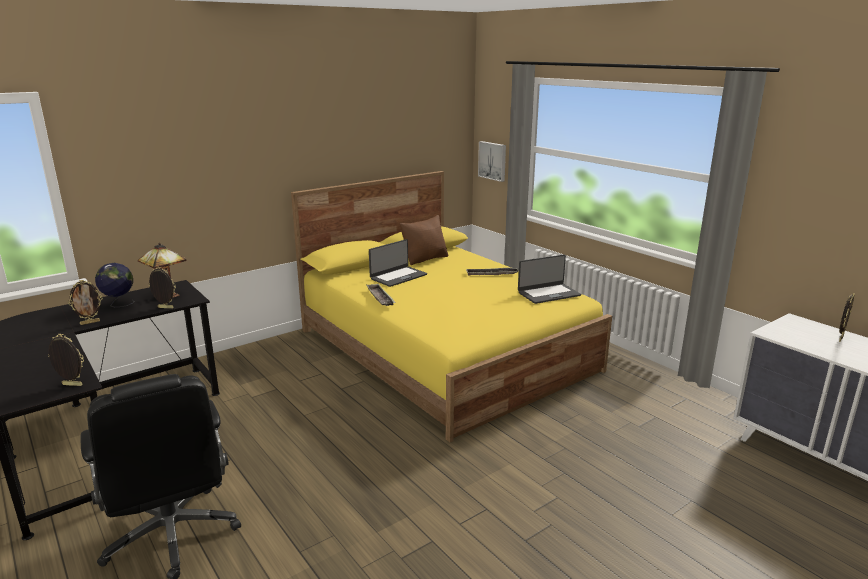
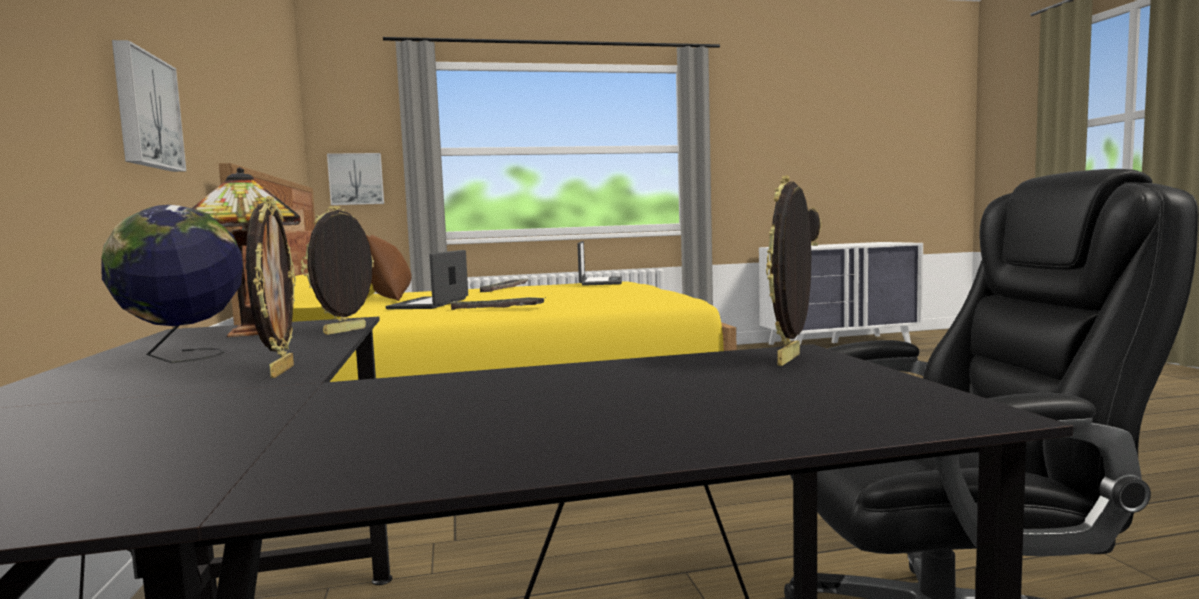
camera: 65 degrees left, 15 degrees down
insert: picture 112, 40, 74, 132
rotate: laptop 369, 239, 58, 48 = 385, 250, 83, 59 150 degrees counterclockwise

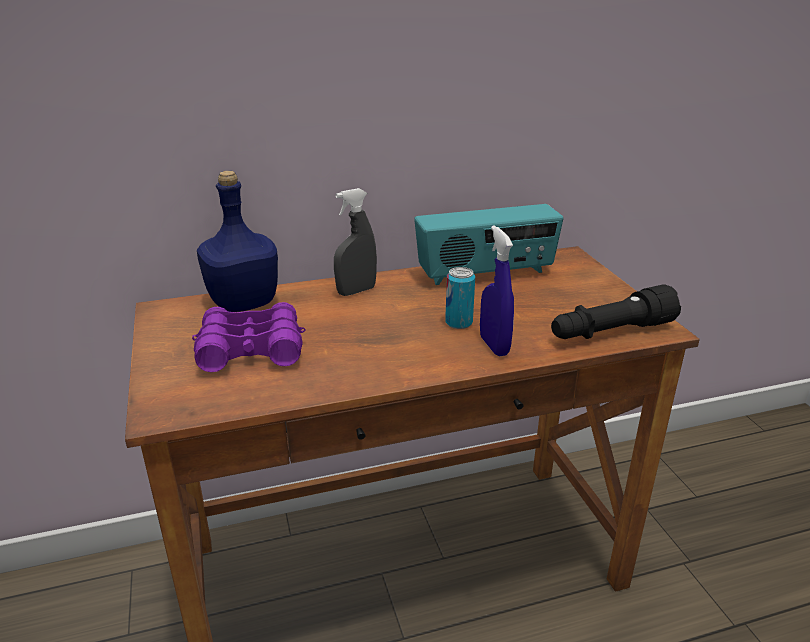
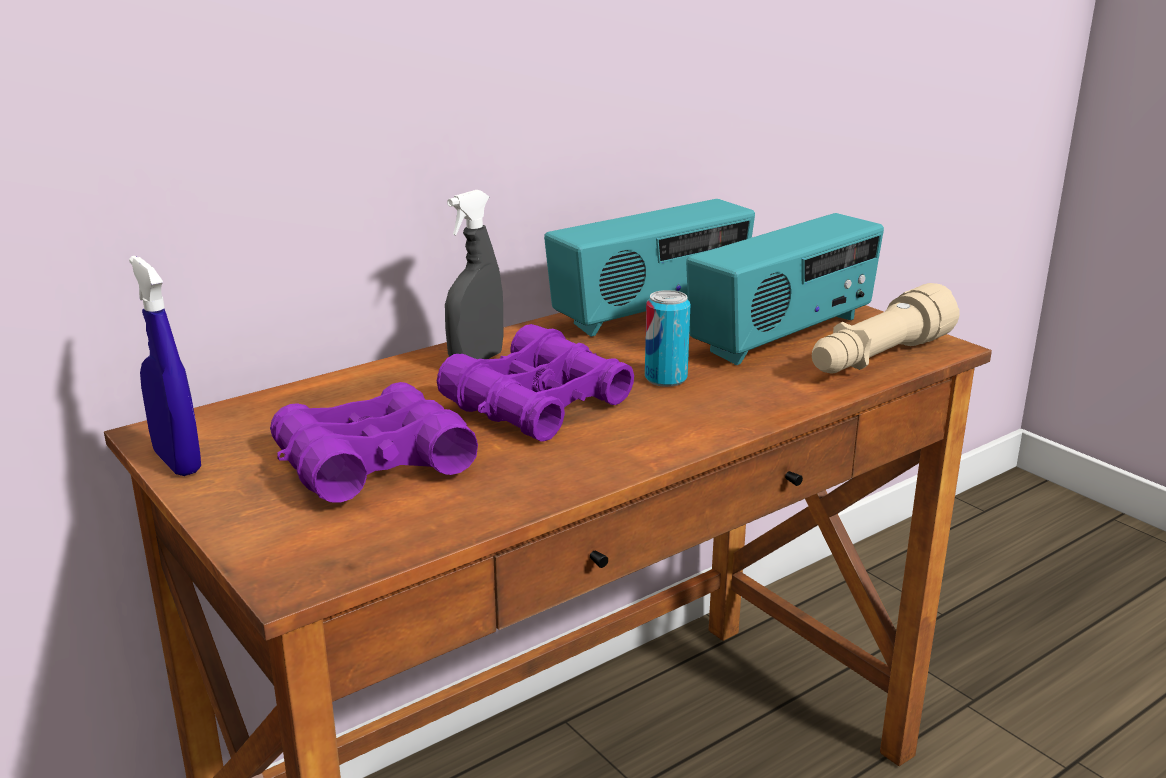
camera: 20 degrees left, 5 degrees down
delete: blue bottle 197, 171, 81, 141
insert: radio 686, 213, 198, 152; purple binoculars 437, 324, 197, 118
move: blue spray bottle 480, 225, 34, 131 to 129, 256, 72, 220
recolor: black flashlight 551, 284, 130, 55 to beige flashlight 812, 283, 148, 91

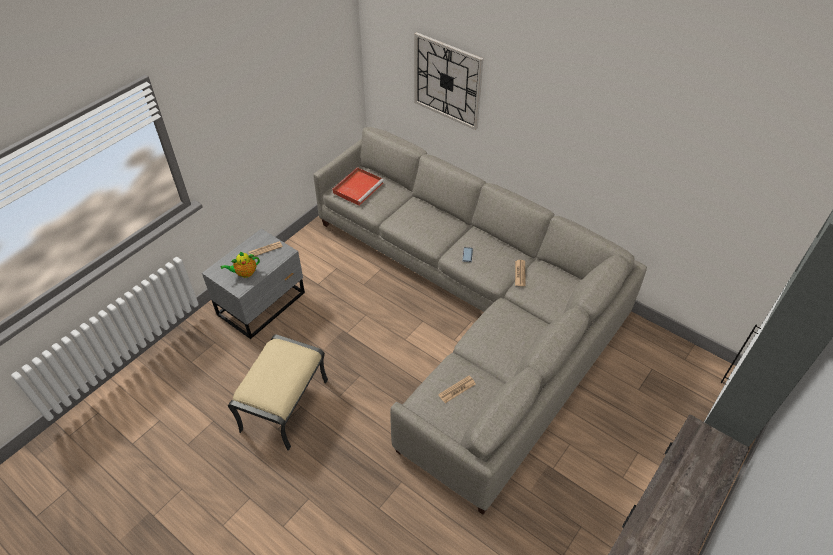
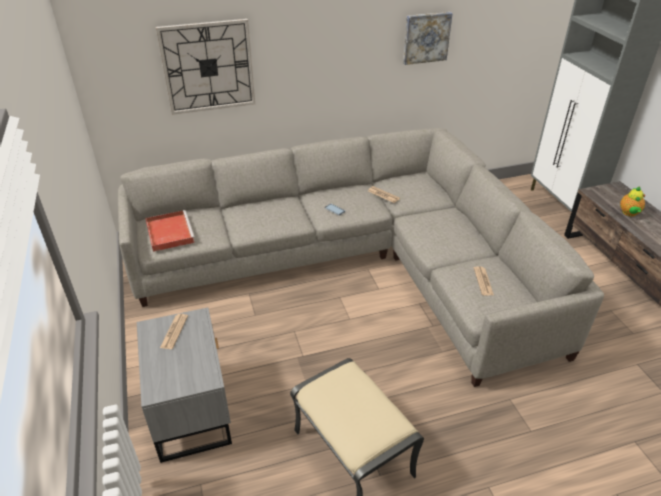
camera: 55 degrees left, 10 degrees down
insert: picture 403, 12, 50, 53
move: teapot 221, 252, 39, 26 to 620, 186, 25, 31

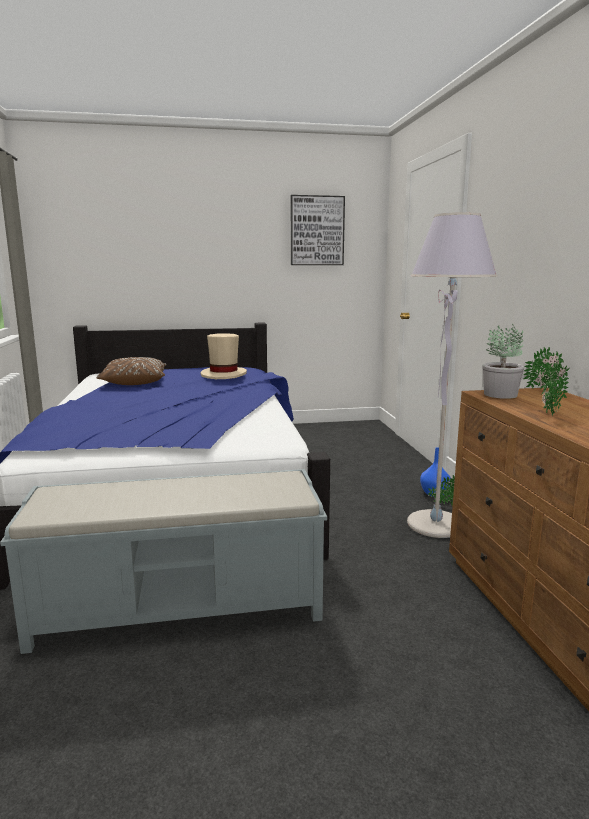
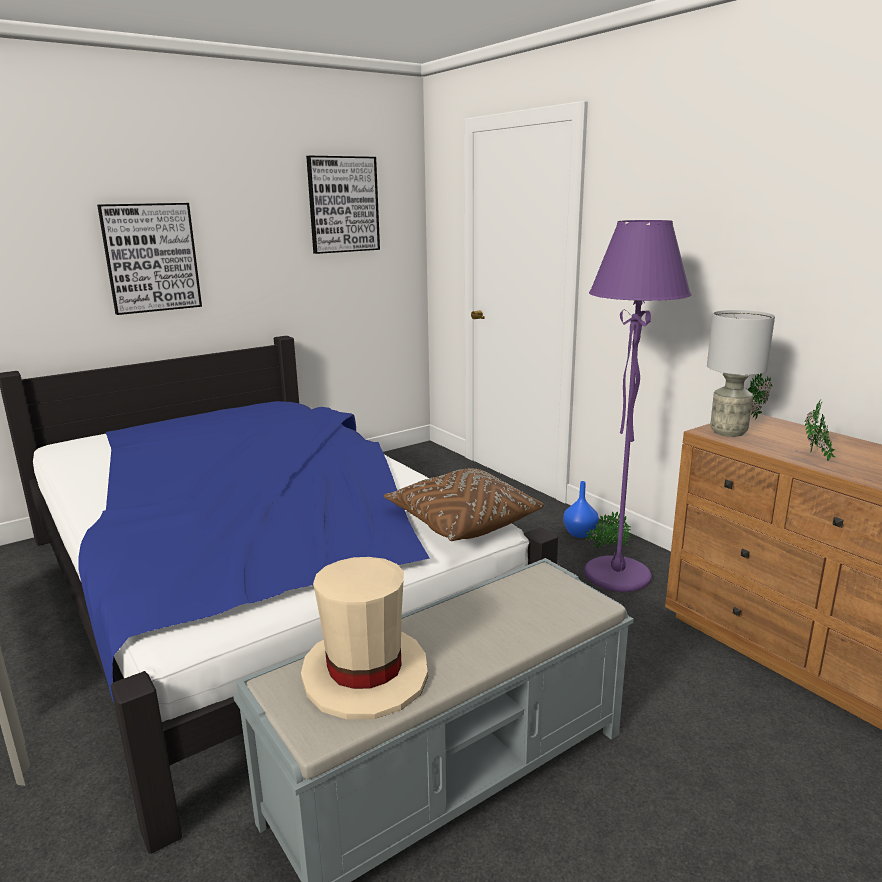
camera: 25 degrees left, 5 degrees up
insert: picture 97, 203, 105, 112
move: beige hat 201, 333, 46, 46 to 301, 557, 127, 162; brown pillow 96, 357, 71, 28 to 384, 468, 160, 73
replace: potted plant 483, 324, 41, 75 to grey table lamp 707, 310, 68, 127
recolor: grey floor lamp 407, 212, 91, 326 to purple floor lamp 584, 220, 107, 372

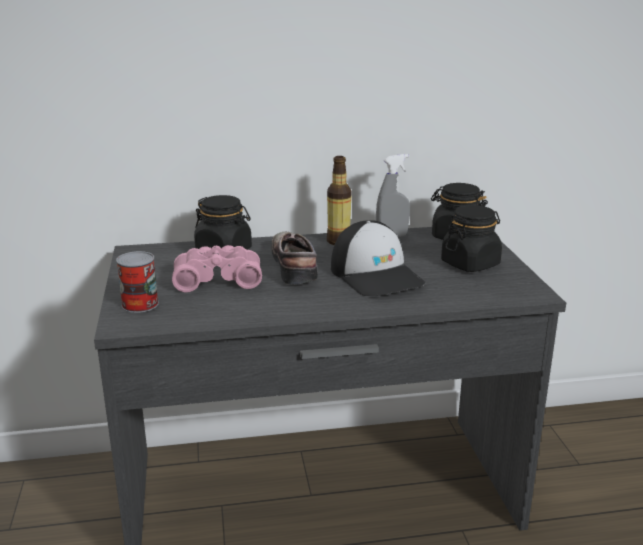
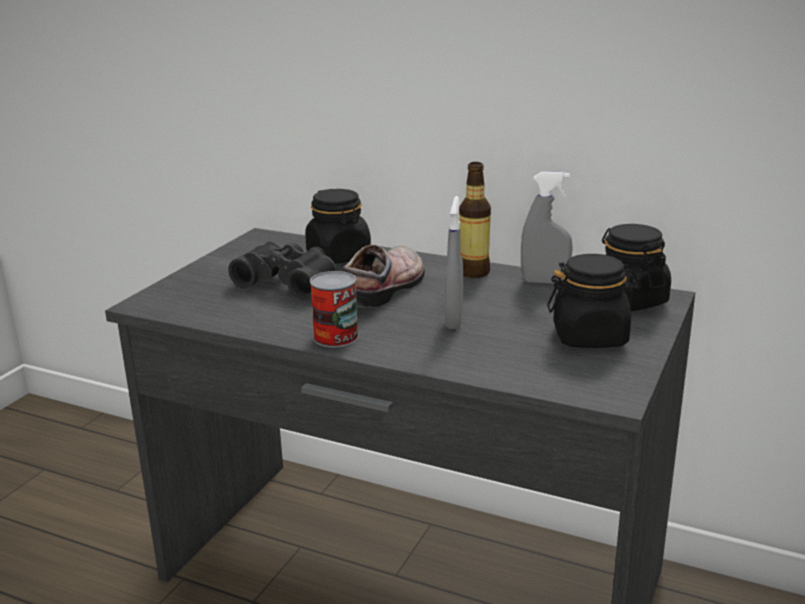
camera: 35 degrees right, 0 degrees up
move: can 116, 251, 43, 62 to 310, 271, 49, 76
replace: cap 331, 220, 95, 76 to grey spray bottle 445, 196, 19, 133
recolor: pink binoculars 172, 245, 90, 47 to black binoculars 228, 241, 109, 59

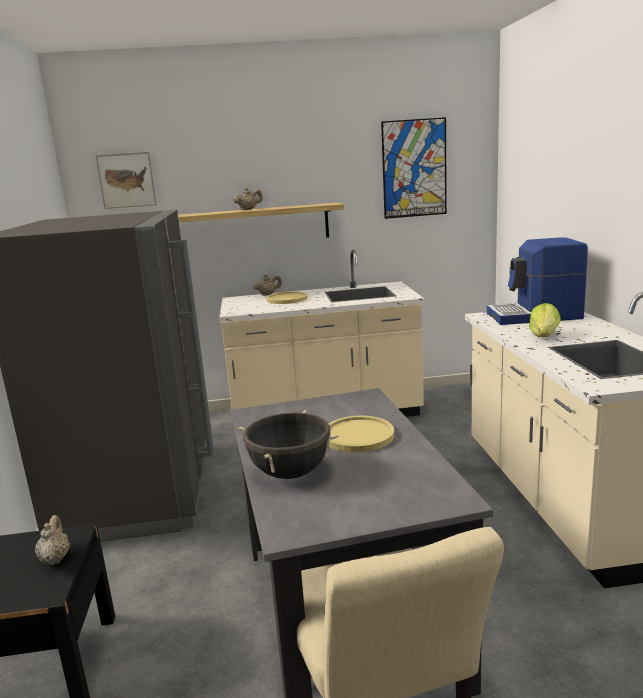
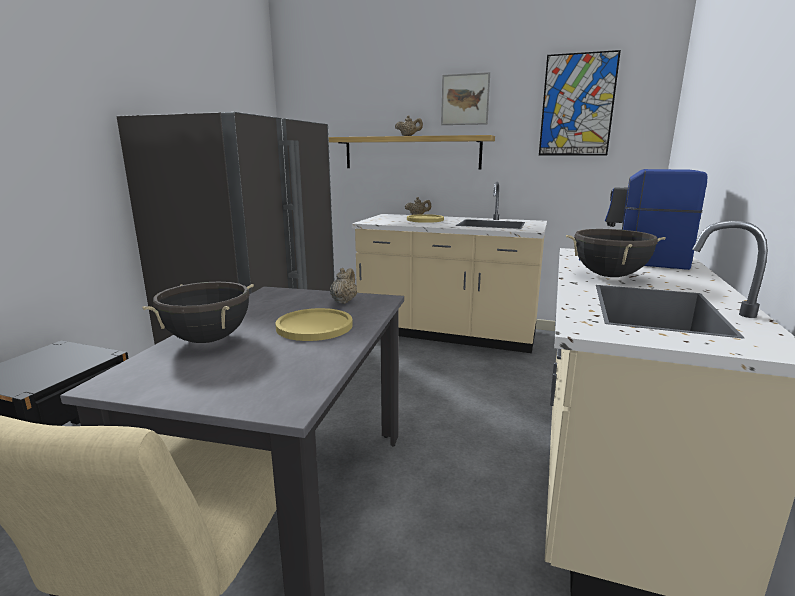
camera: 25 degrees right, 0 degrees up
move: picture 95, 152, 62, 57 to 441, 72, 49, 53; beige teapot 35, 515, 35, 51 to 330, 268, 27, 36
replace: lettuce 529, 303, 32, 34 to black cooking pot 566, 229, 100, 48

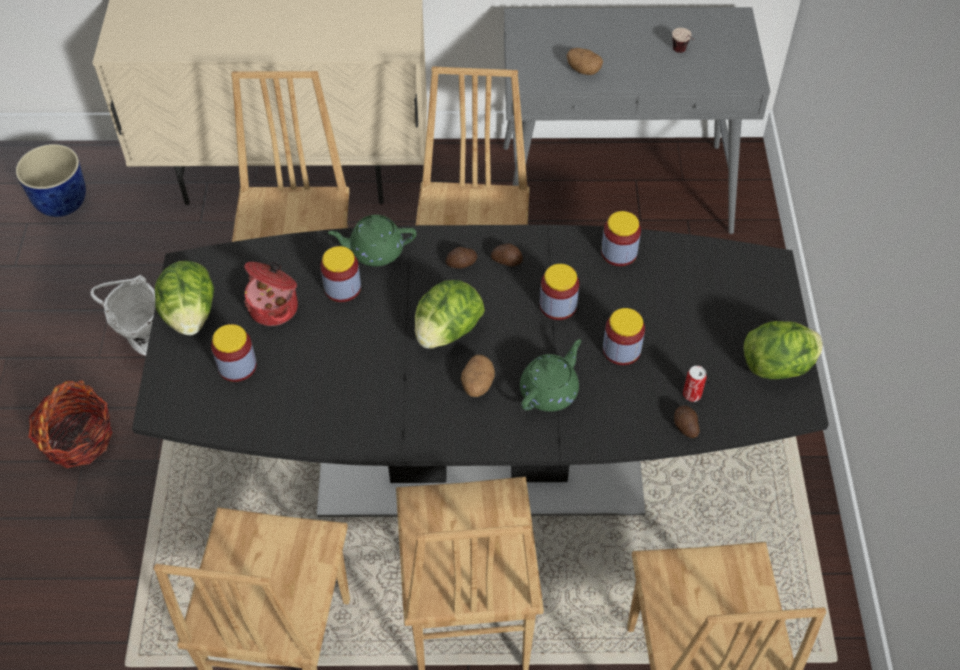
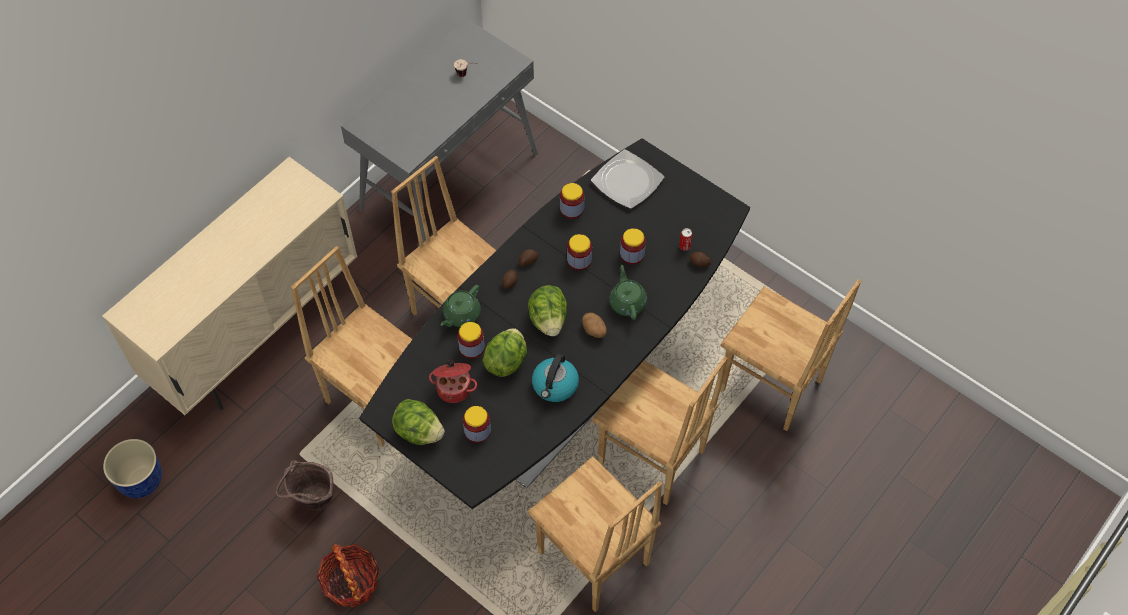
camera: 50 degrees left, 5 degrees up
delete: potato 566, 48, 37, 27
insert: plate 591, 149, 73, 60; kettle 532, 353, 47, 49
move: lettuce 743, 321, 80, 58 to 482, 328, 45, 49
recolor: white bucket 90, 275, 65, 81 to brown bucket 276, 460, 58, 50

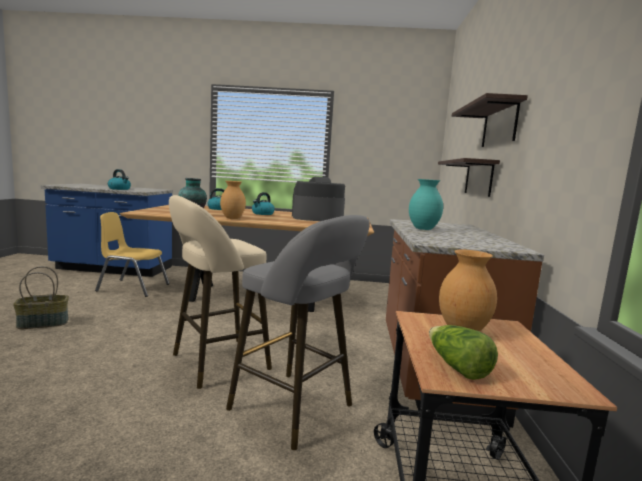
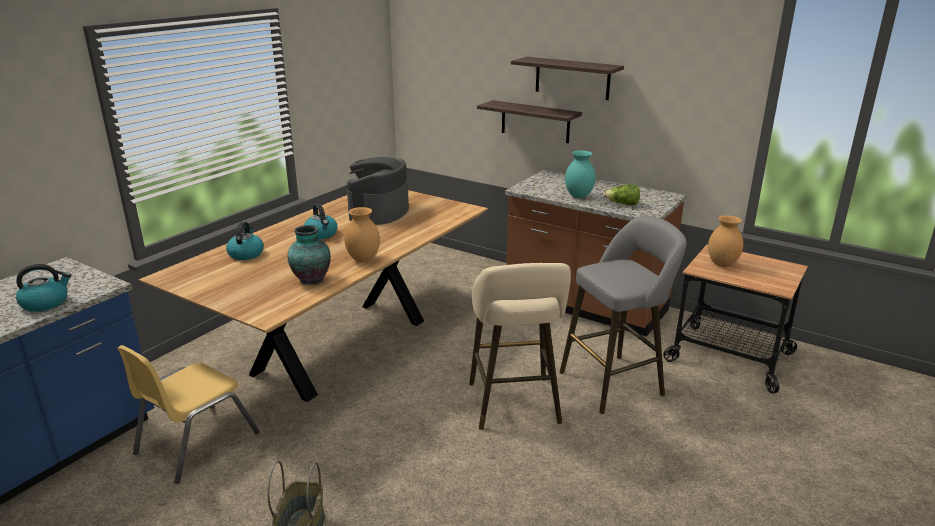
camera: 60 degrees left, 15 degrees up
move: lettuce 429, 325, 69, 55 to 603, 185, 37, 20

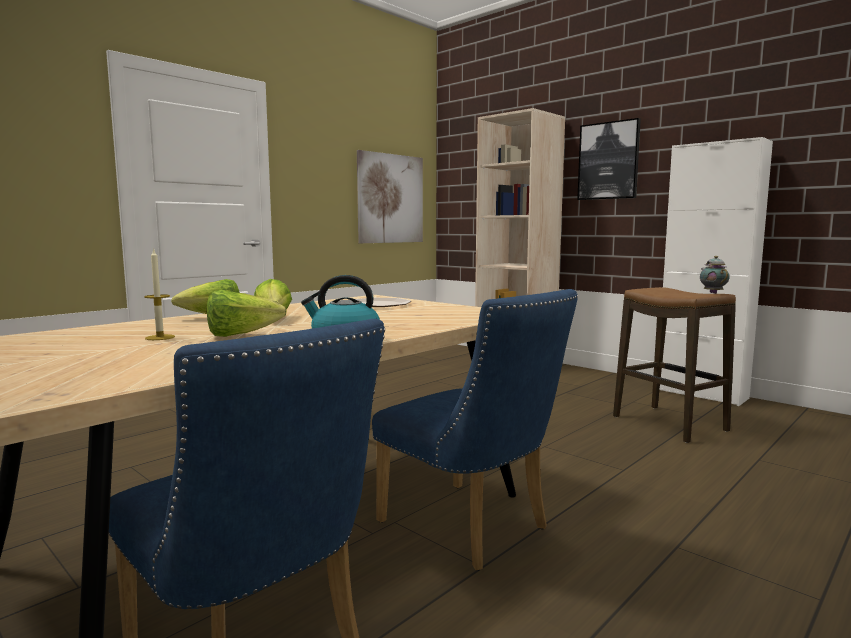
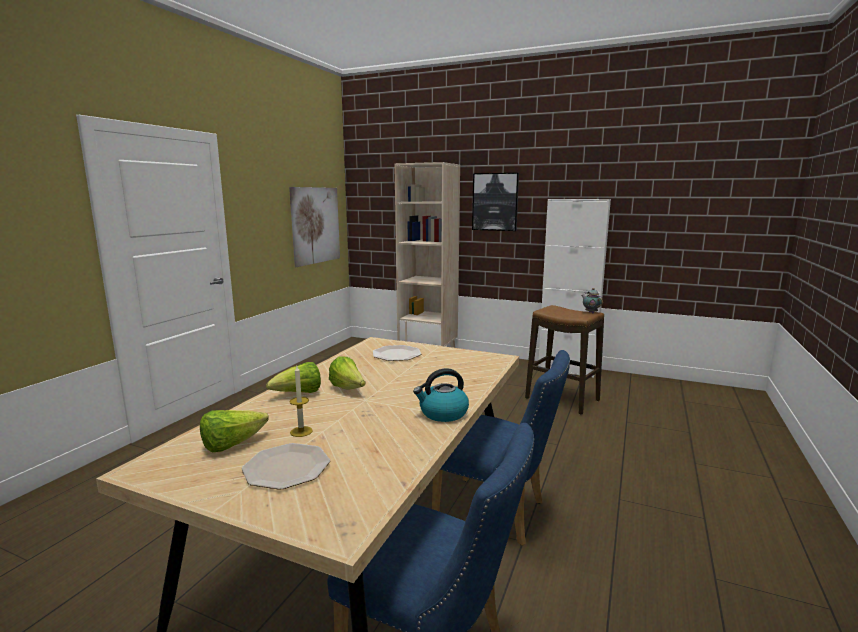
camera: 20 degrees left, 5 degrees up
insert: plate 242, 443, 88, 47
move: lettuce 207, 290, 80, 47 to 200, 410, 69, 42

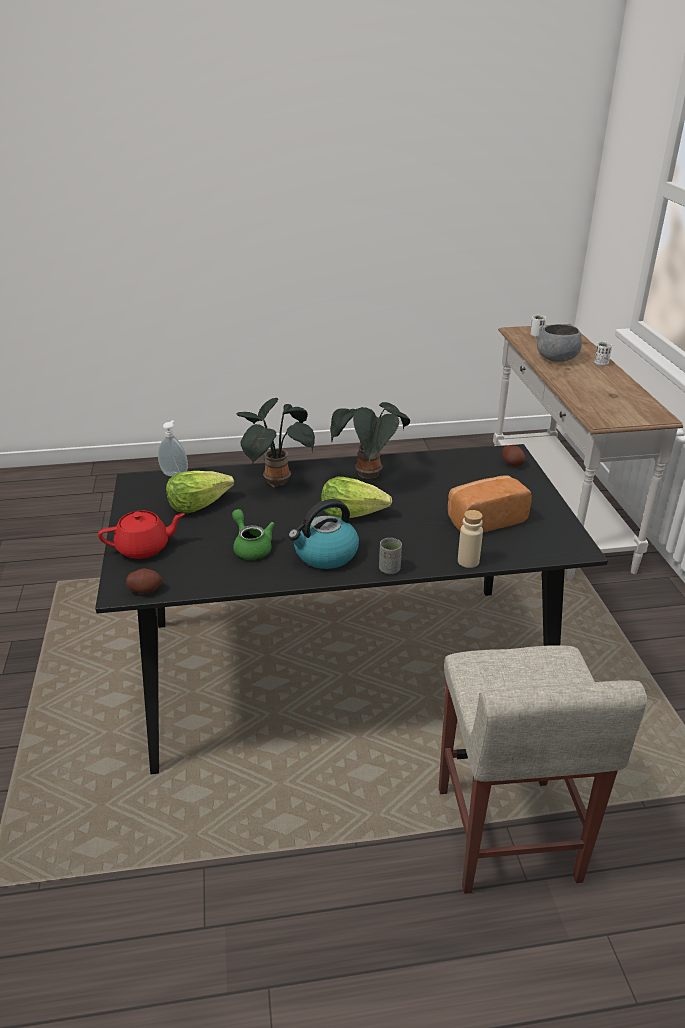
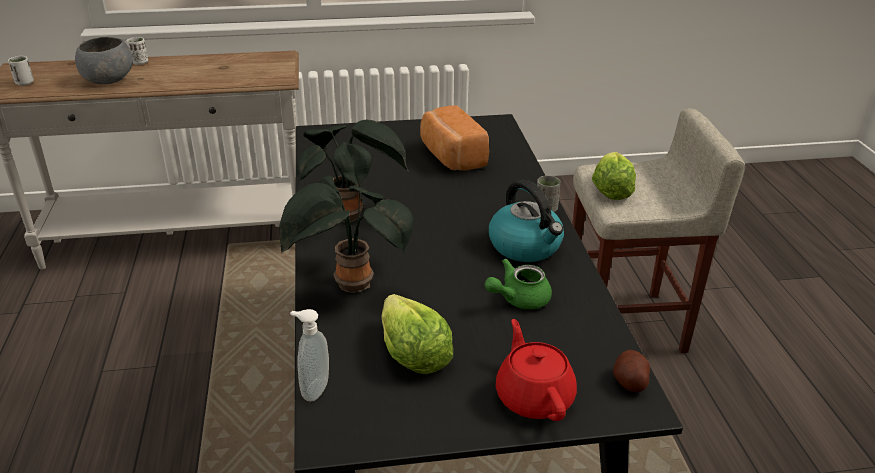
camera: 90 degrees left, 0 degrees up
delete: potato 502, 445, 23, 21; beige bottle 458, 510, 25, 58
move: lettuce 321, 476, 71, 42 to 592, 152, 44, 48

